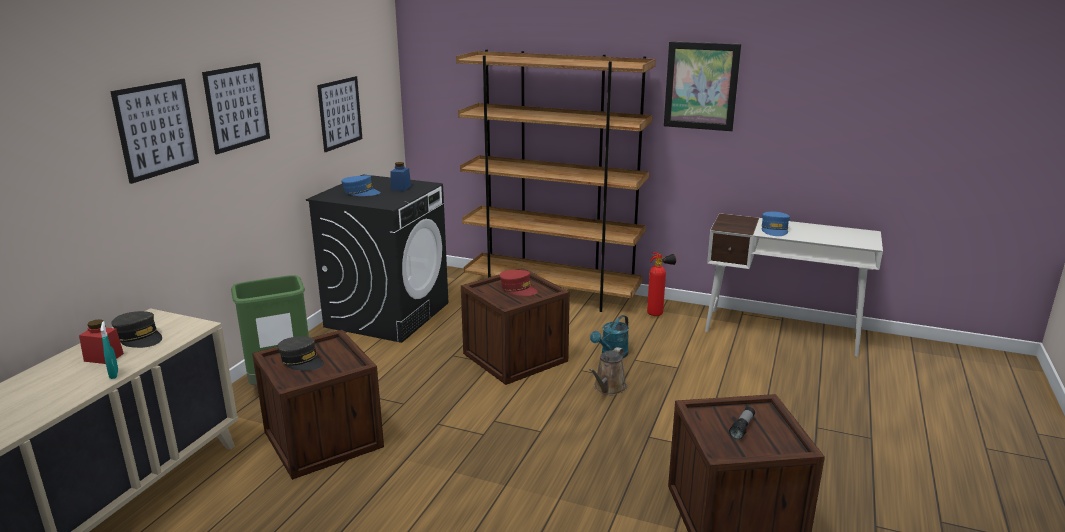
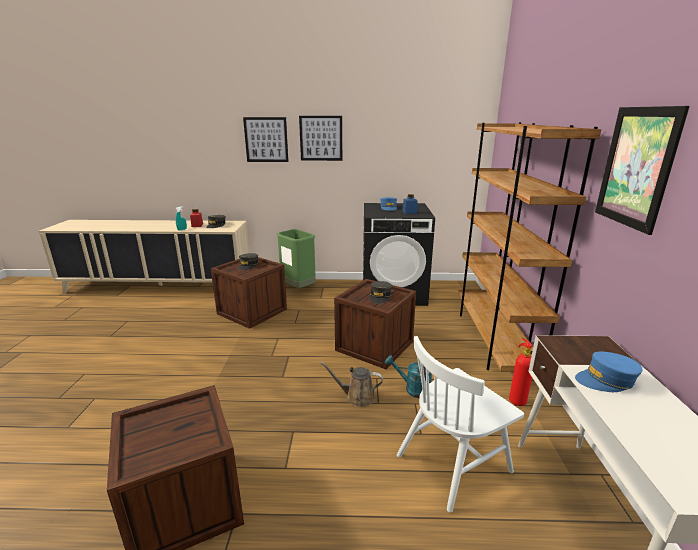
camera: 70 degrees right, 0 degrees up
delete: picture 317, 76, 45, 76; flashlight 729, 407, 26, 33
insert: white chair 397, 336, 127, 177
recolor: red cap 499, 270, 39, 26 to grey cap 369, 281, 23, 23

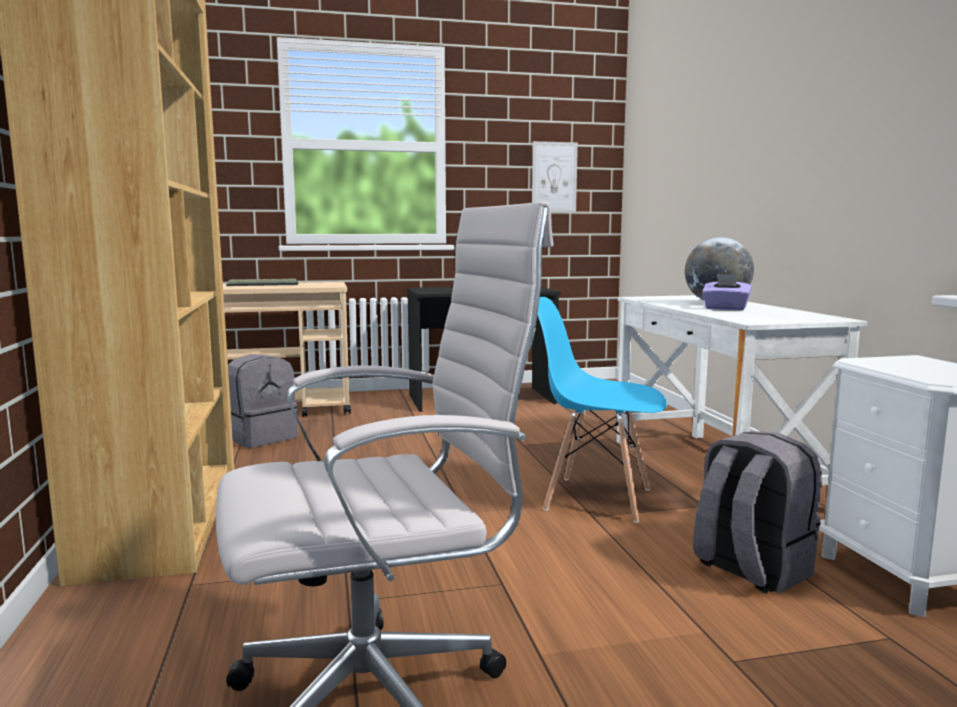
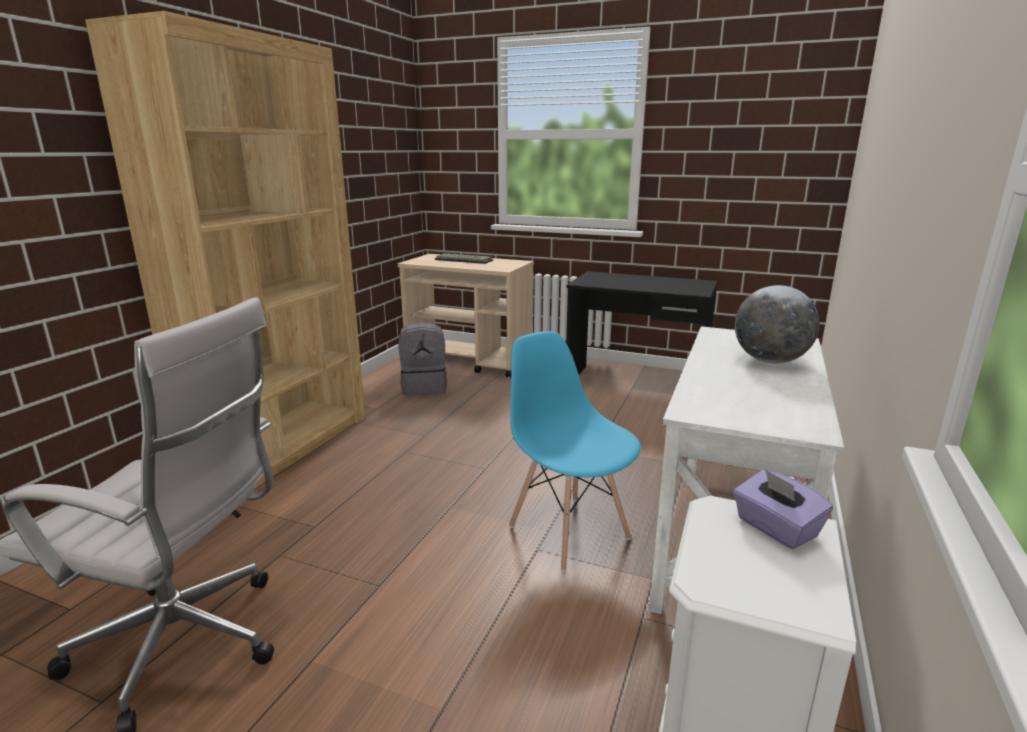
camera: 35 degrees right, 10 degrees up
delete: picture 532, 141, 46, 71; grey backpack 693, 431, 129, 162
move: purple tissue box 702, 274, 50, 37 to 733, 469, 100, 80

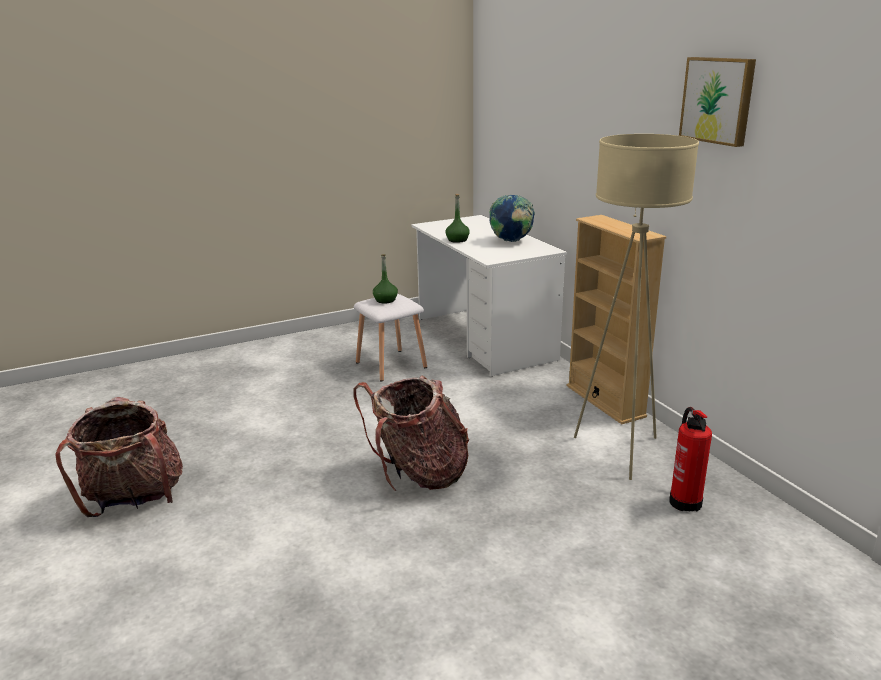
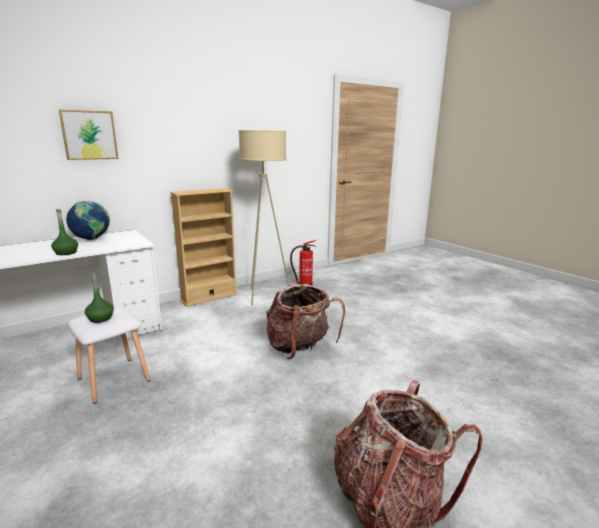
camera: 100 degrees left, 5 degrees down
move: picture 679, 57, 77, 90 to 59, 109, 59, 51

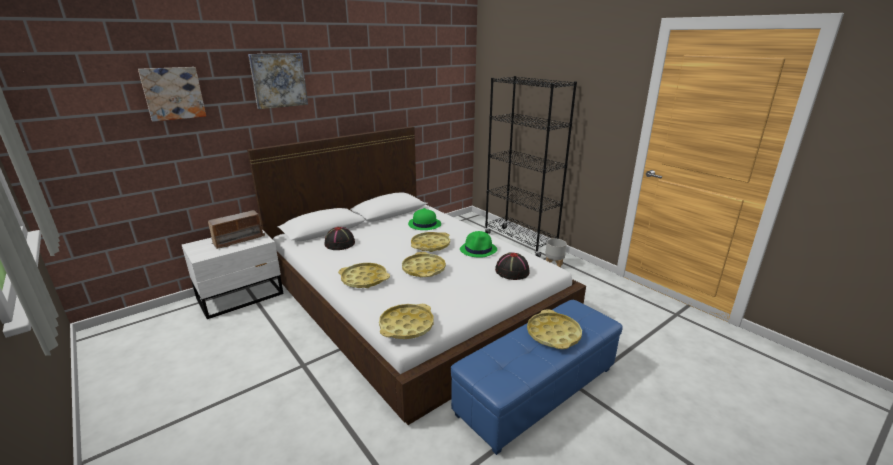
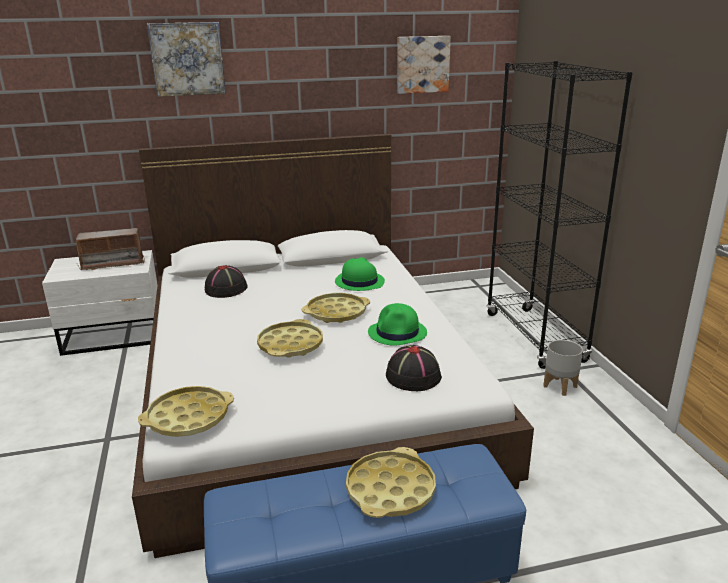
camera: 25 degrees right, 0 degrees up
delete: yellow tray 338, 263, 52, 25
move: picture 138, 67, 68, 55 to 397, 36, 54, 58

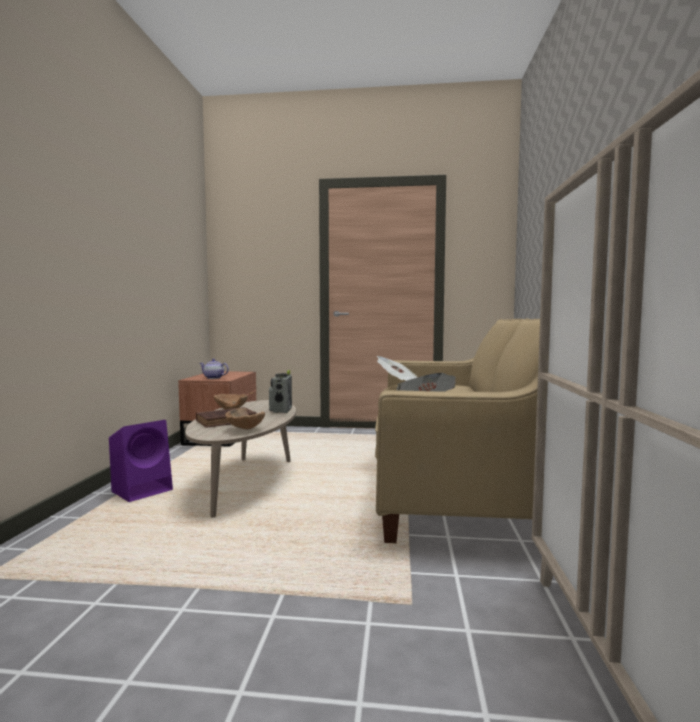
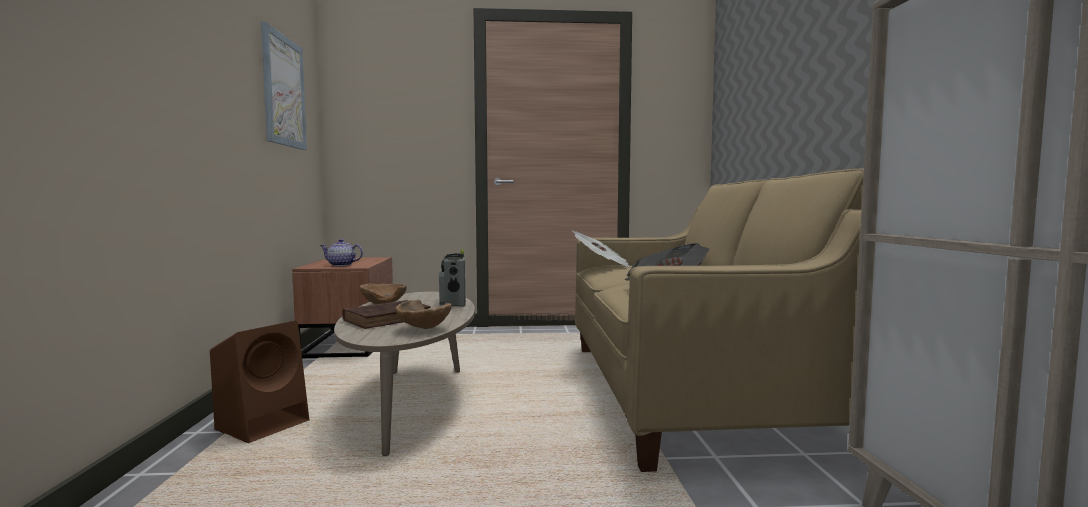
camera: 10 degrees left, 0 degrees up
insert: picture 261, 21, 46, 129
recolor: purple speaker 109, 420, 64, 82 to brown speaker 210, 321, 99, 122

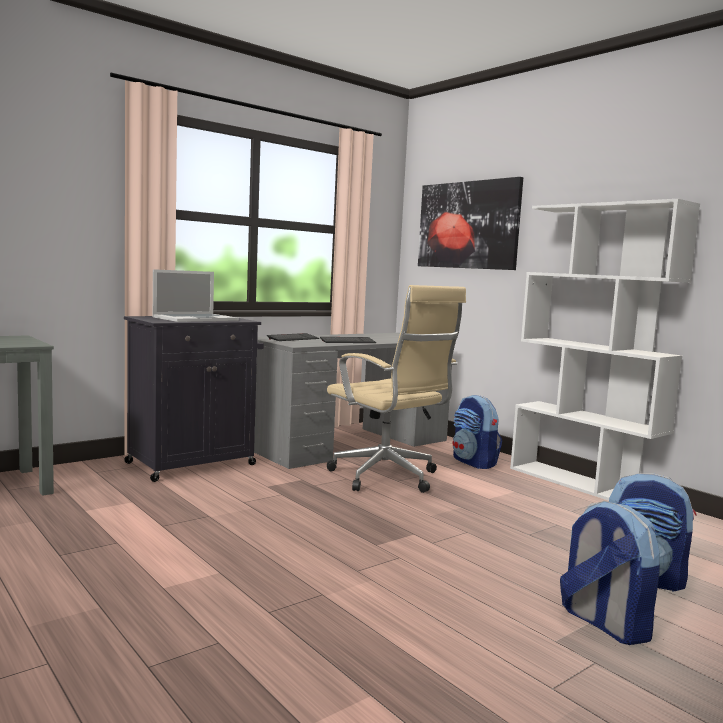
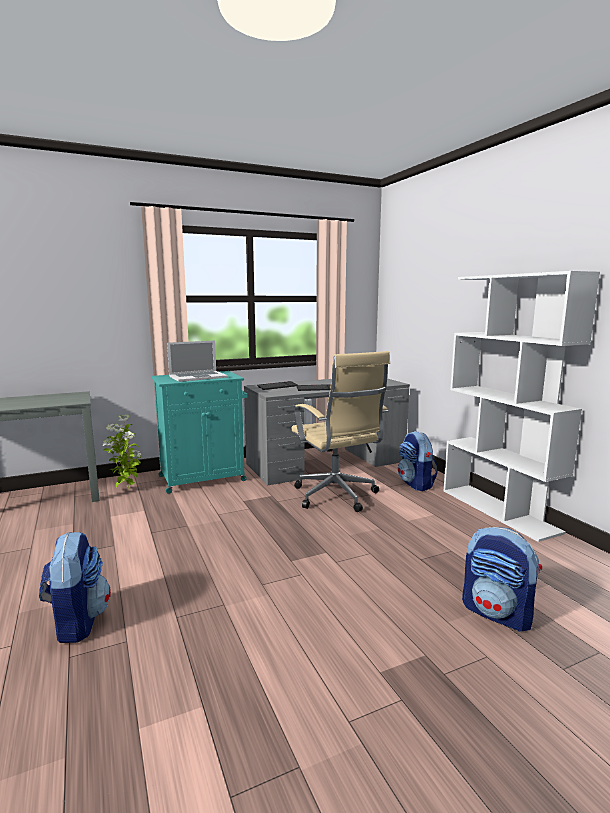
camera: 15 degrees right, 5 degrees up
delete: picture 418, 177, 105, 93
insert: potted plant 103, 415, 39, 75
move: backpack 560, 501, 100, 144 to 39, 532, 72, 111
recolor: black cabinet 124, 316, 140, 166 to turquoise cabinet 151, 371, 97, 123

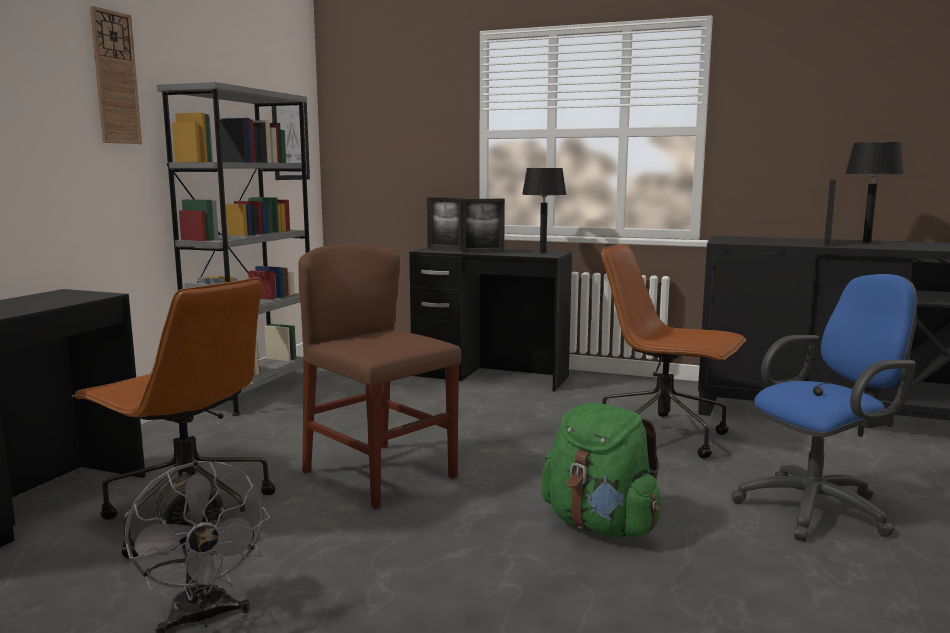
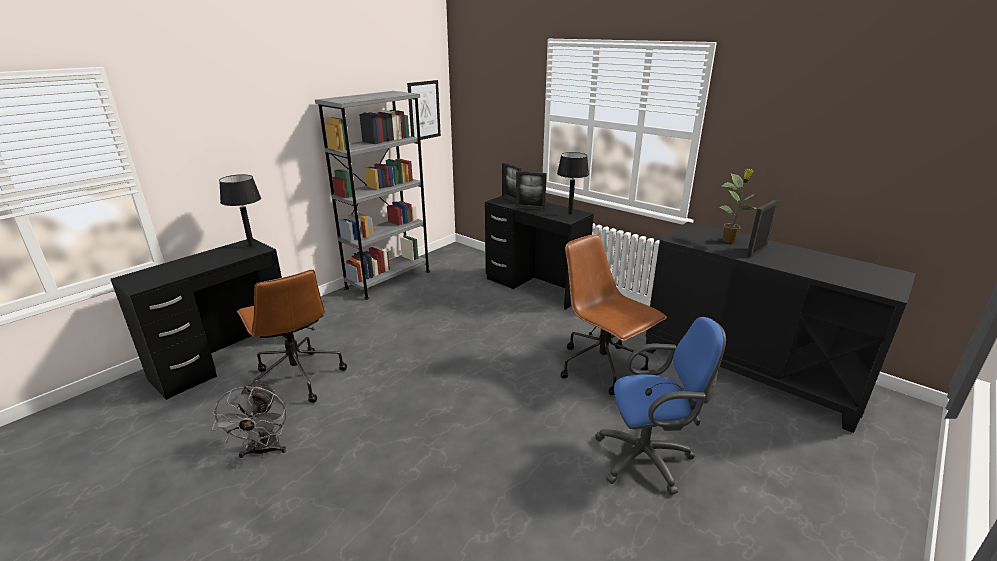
camera: 20 degrees right, 15 degrees up
delete: wall clock 90, 6, 52, 138; brown chair 298, 244, 163, 265; green backpack 541, 403, 120, 134
insert: potted plant 719, 168, 38, 75
move: black table lamp 845, 142, 59, 101 to 219, 174, 42, 73

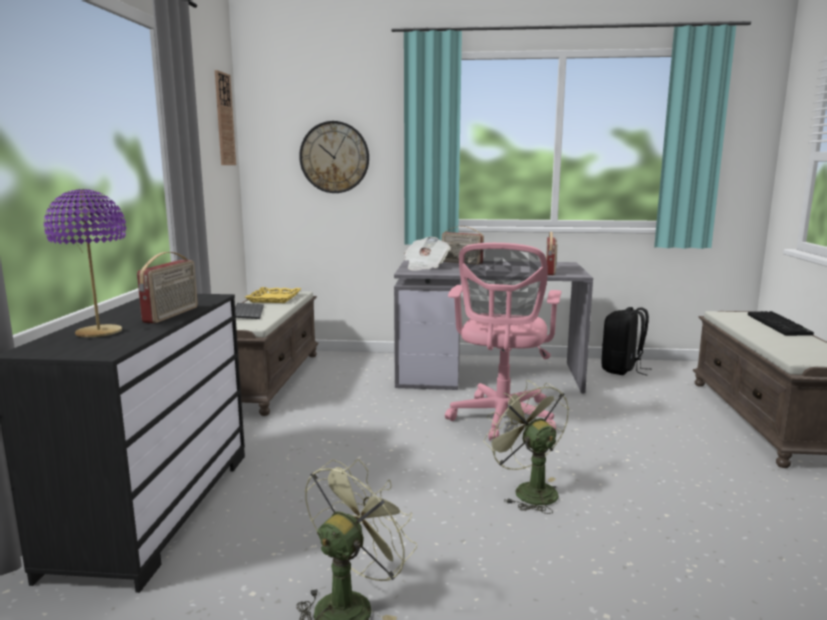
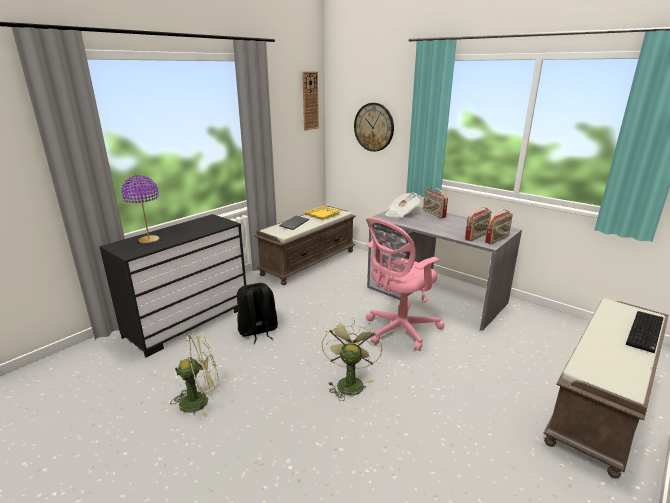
camera: 35 degrees right, 10 degrees up
move: radio 137, 252, 61, 71 to 485, 209, 28, 35; black backpack 601, 307, 51, 69 to 237, 283, 41, 61

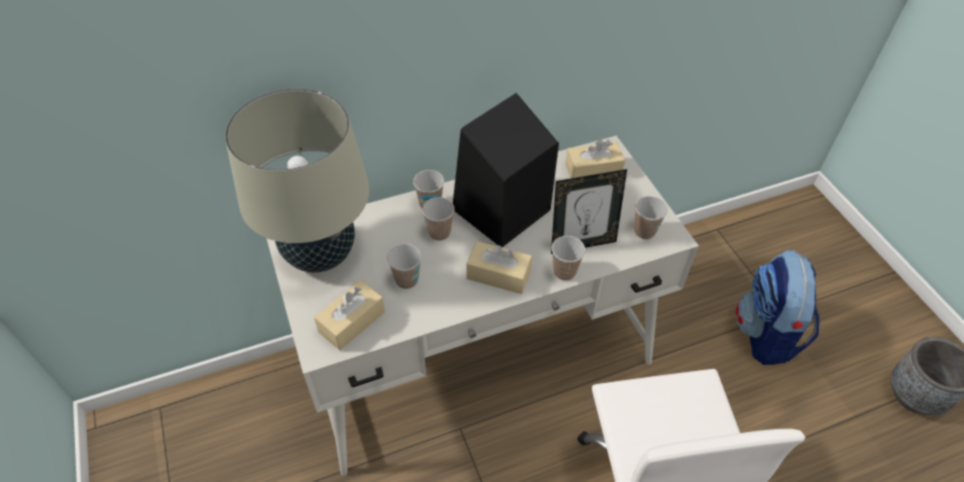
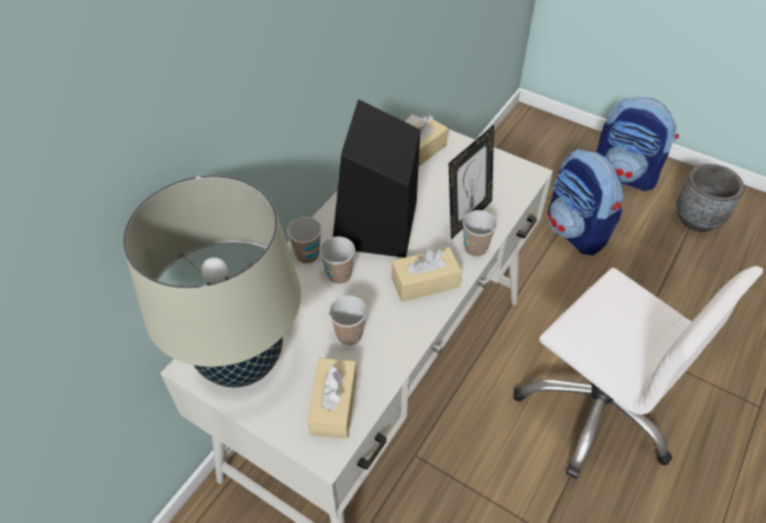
camera: 35 degrees left, 0 degrees up
delete: cup 634, 196, 34, 43
insert: backpack 596, 97, 83, 94

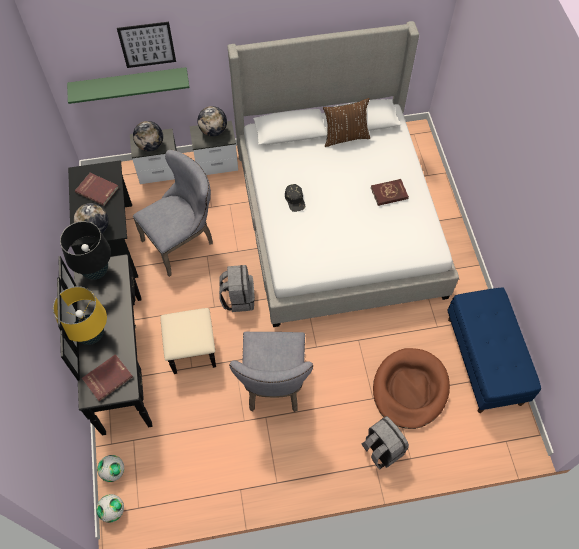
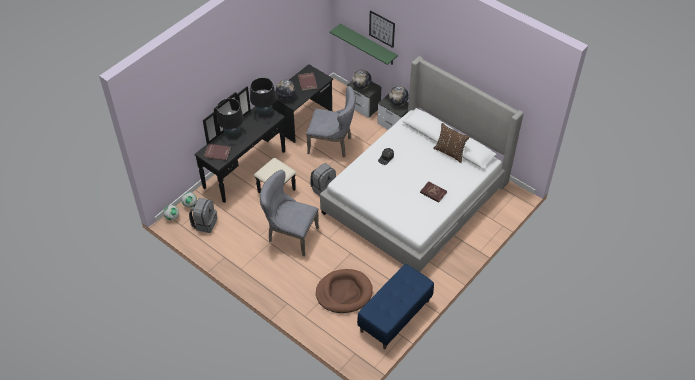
camera: 50 degrees right, 10 degrees down
move: grey backpack 362, 416, 47, 54 to 189, 198, 28, 35
recolor: yellow table lamp 53, 286, 54, 59 to black table lamp 217, 98, 27, 39
rotate: grey chair 229, 332, 84, 80 = 260, 170, 59, 87 60 degrees clockwise

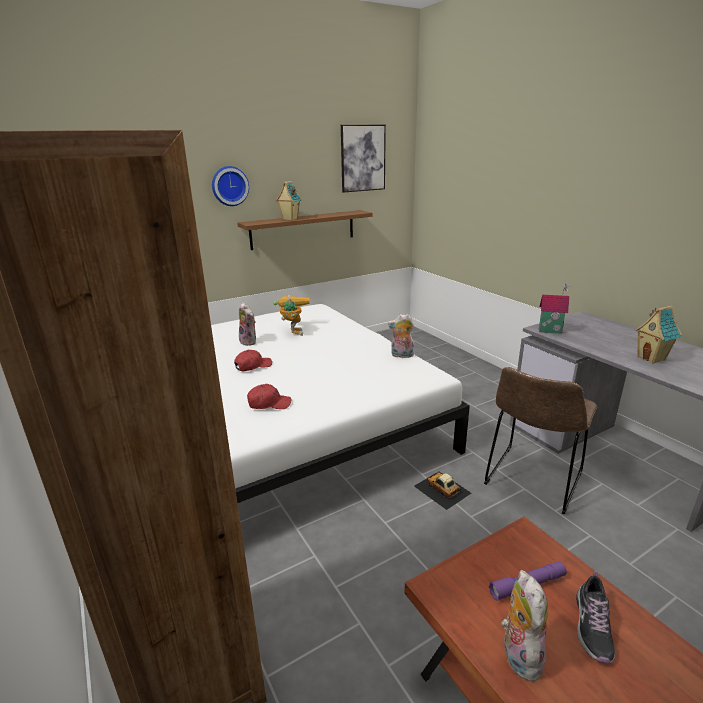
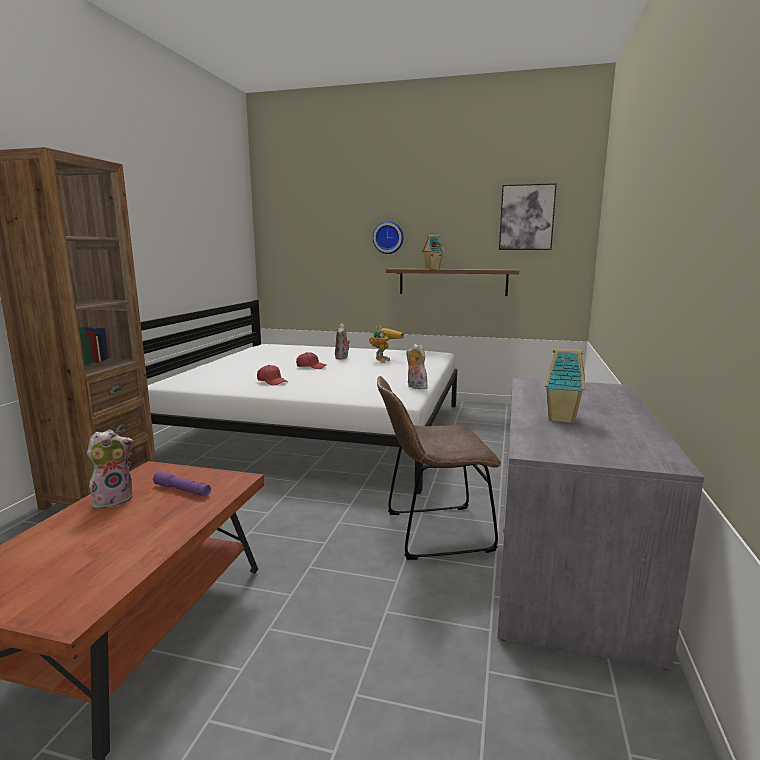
camera: 45 degrees right, 10 degrees down
delete: toy house 539, 284, 32, 50; toy car 414, 471, 58, 39; shoe 576, 571, 39, 93

